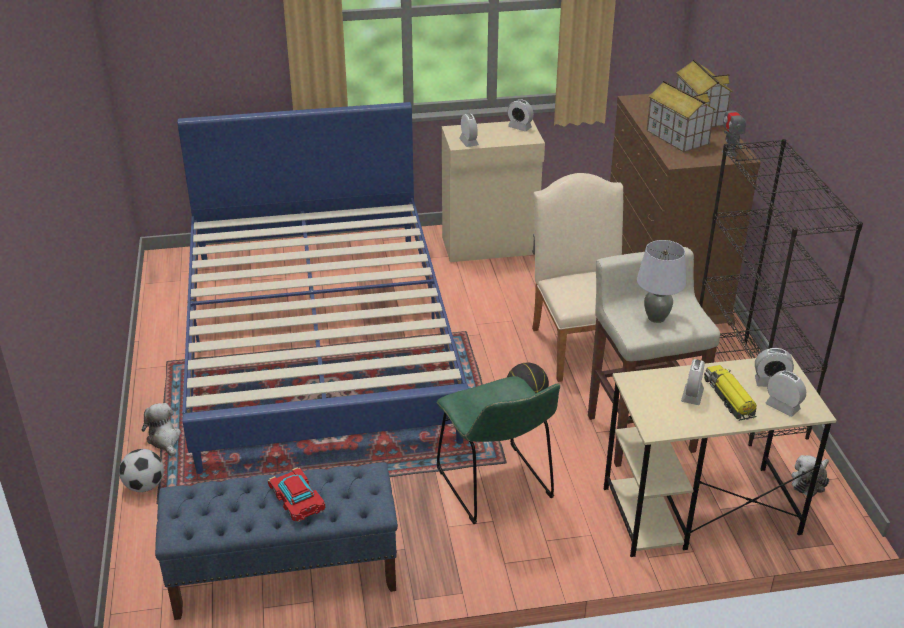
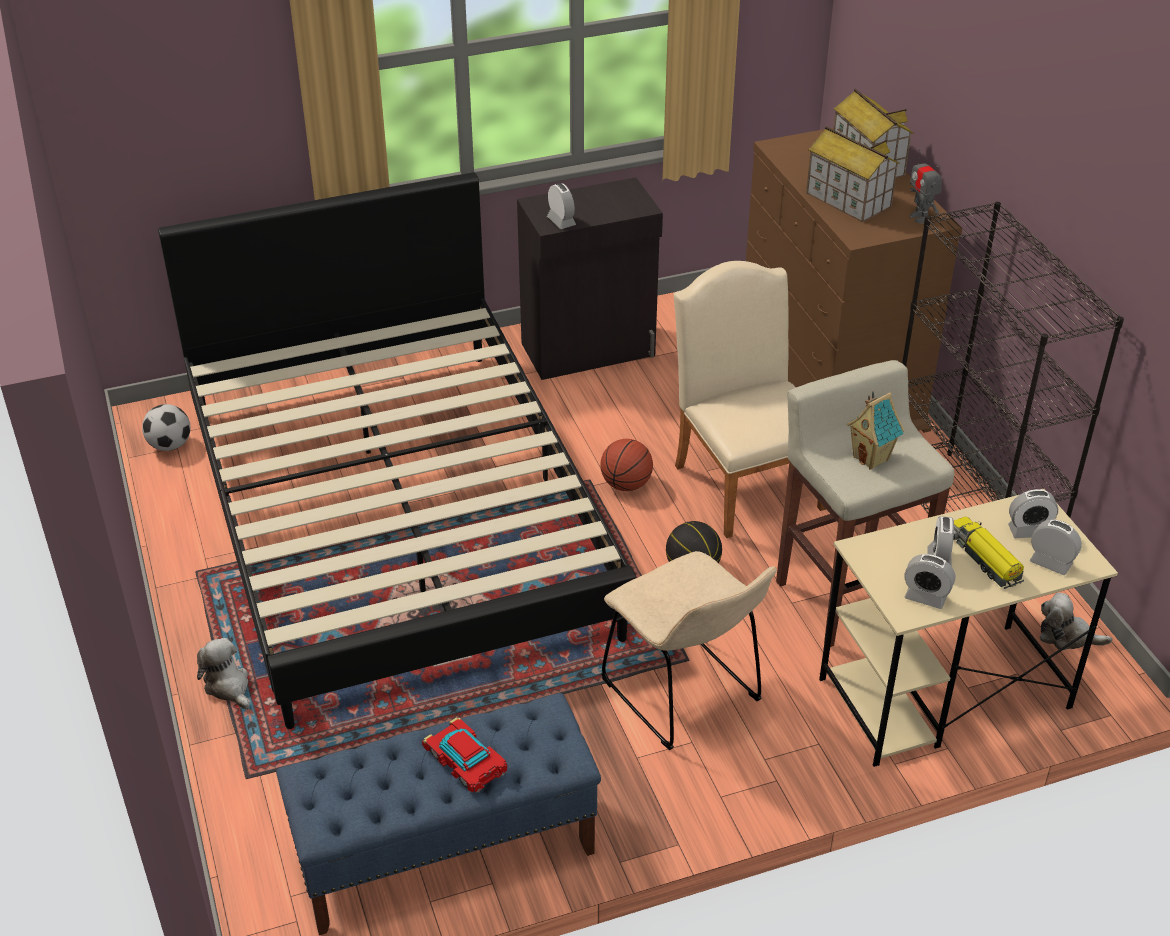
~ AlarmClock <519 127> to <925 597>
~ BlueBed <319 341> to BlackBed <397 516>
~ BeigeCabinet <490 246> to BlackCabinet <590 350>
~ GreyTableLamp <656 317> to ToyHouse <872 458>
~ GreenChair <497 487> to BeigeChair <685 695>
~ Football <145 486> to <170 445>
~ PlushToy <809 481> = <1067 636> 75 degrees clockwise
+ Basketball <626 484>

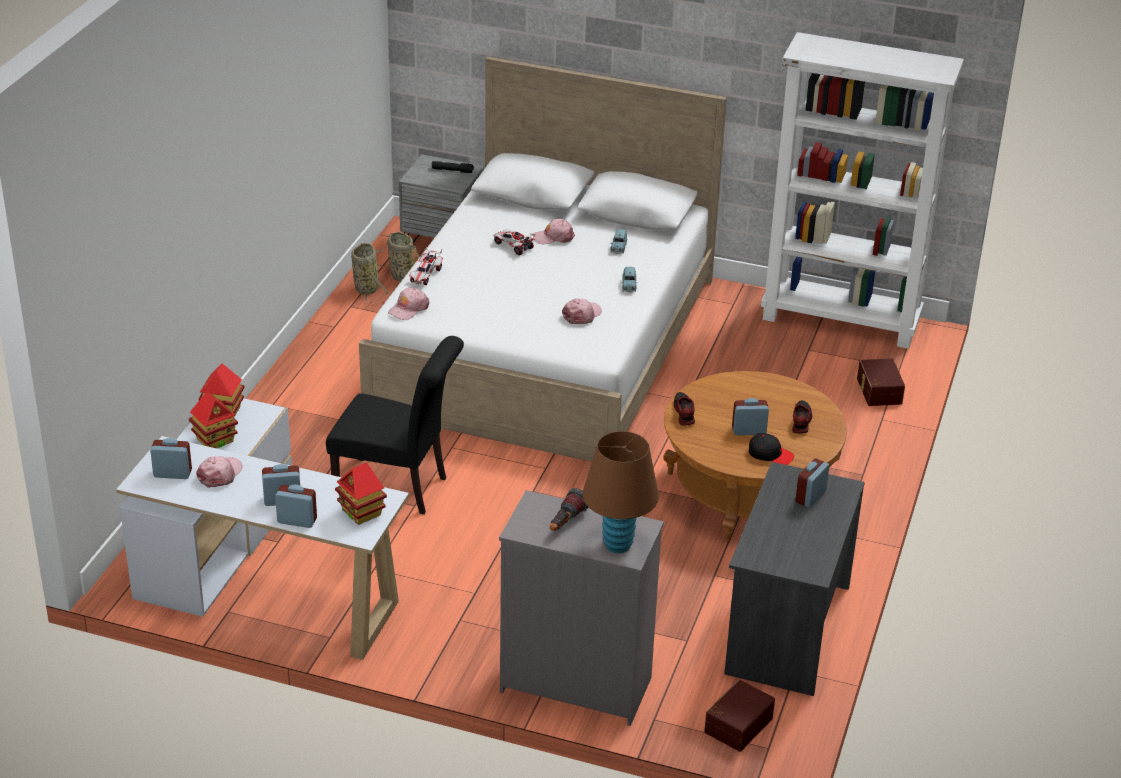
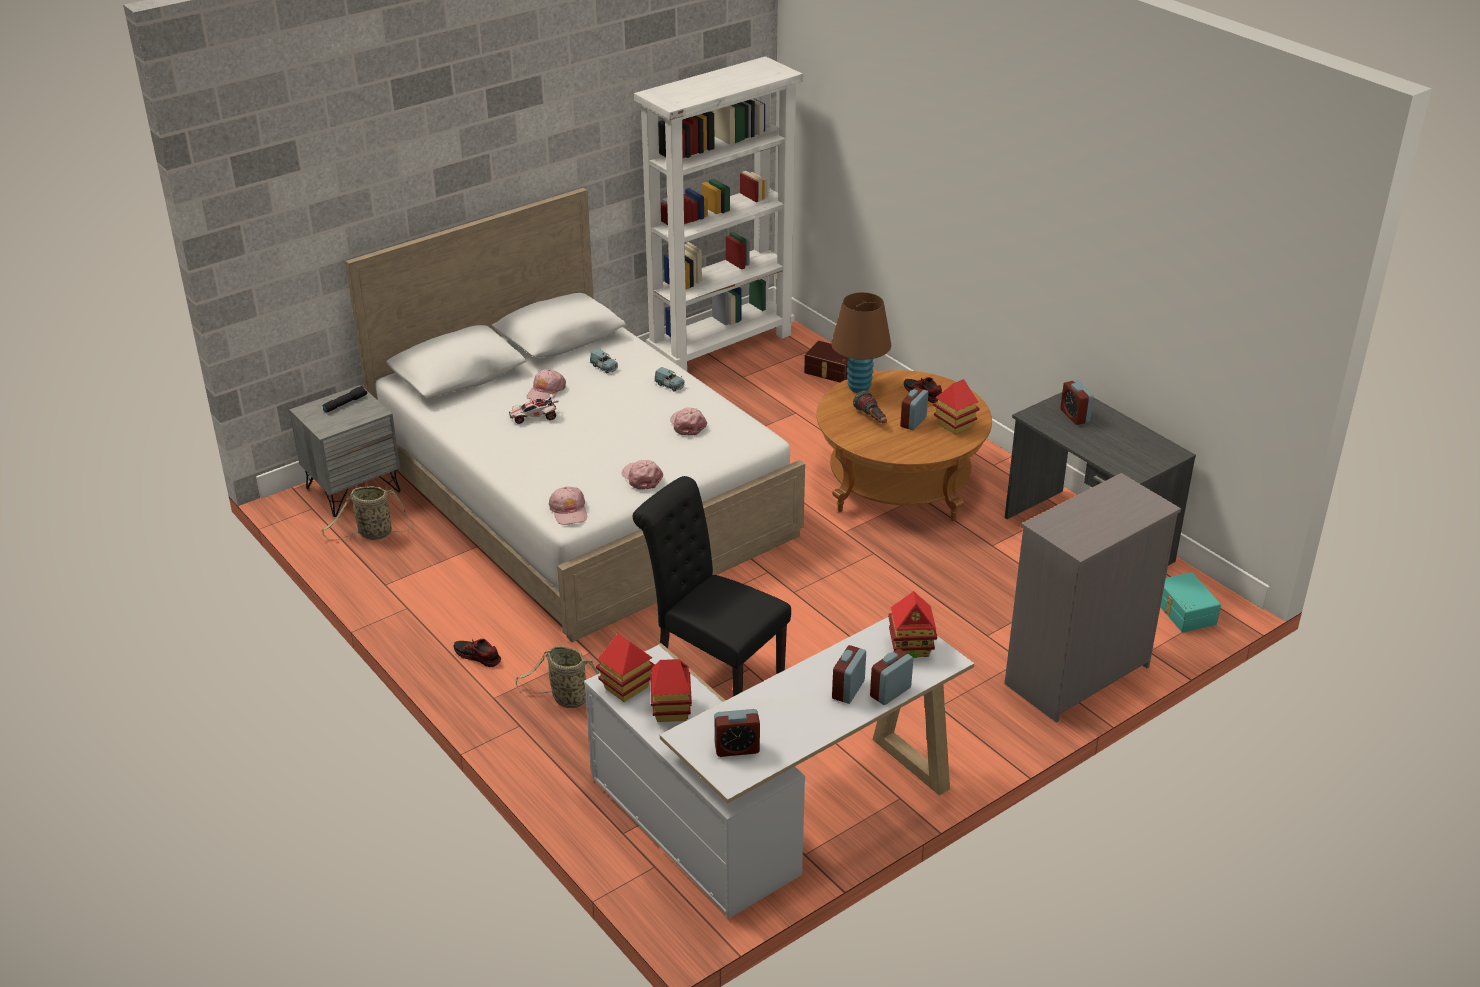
~ Basket <366 288> to <567 699>
- ToyCar <425 275>
~ BlackChair <398 487> = <712 668> 105 degrees counterclockwise
~ Shoe <683 413> to <477 657>
~ BrownTableLamp <618 545> to <859 387>
~ BlackCap <770 454> to ToyHouse <954 425>
~ AlarmClock <172 473> = <737 748> 135 degrees counterclockwise
~ PinkCap <220 474> to <642 478>
~ Flashlight <566 523> to <872 419>
~ BrownStorageBox <737 724> to TurquoiseStorageBox <1183 612>

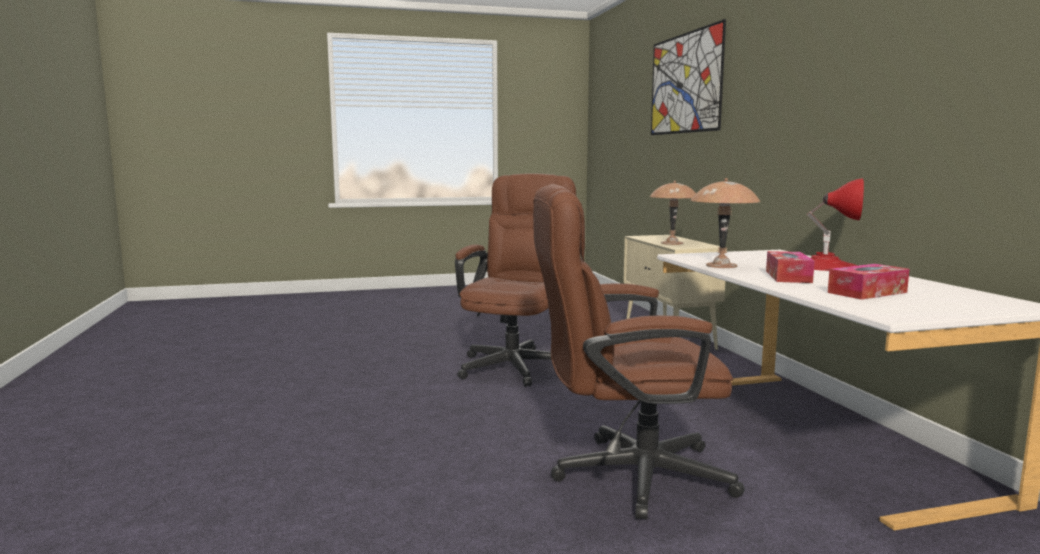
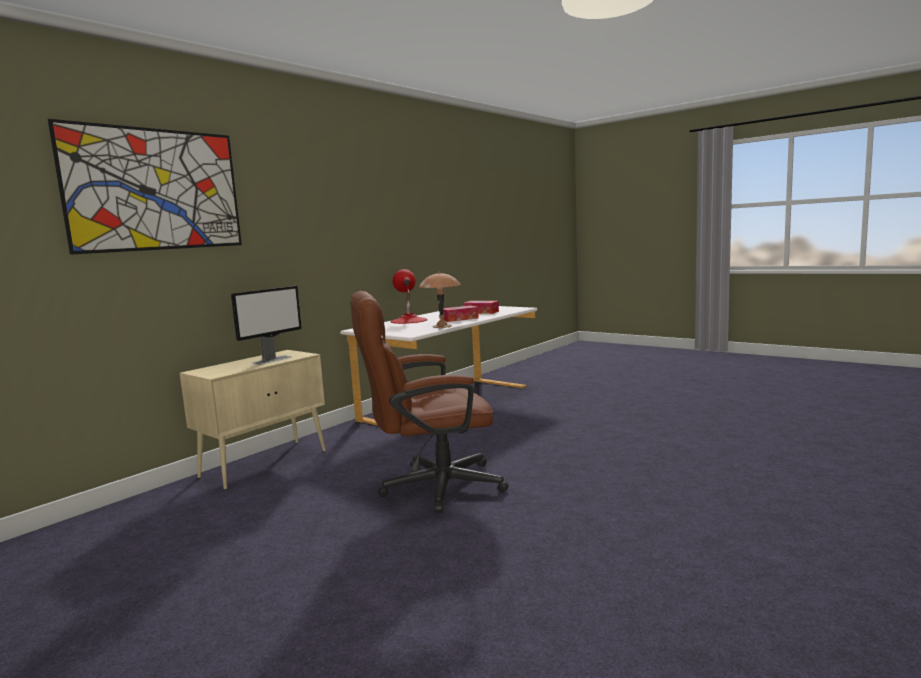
~ BrownTableLamp <672 243> to Monitor <272 360>
- BrownOfficeChair <625 475>

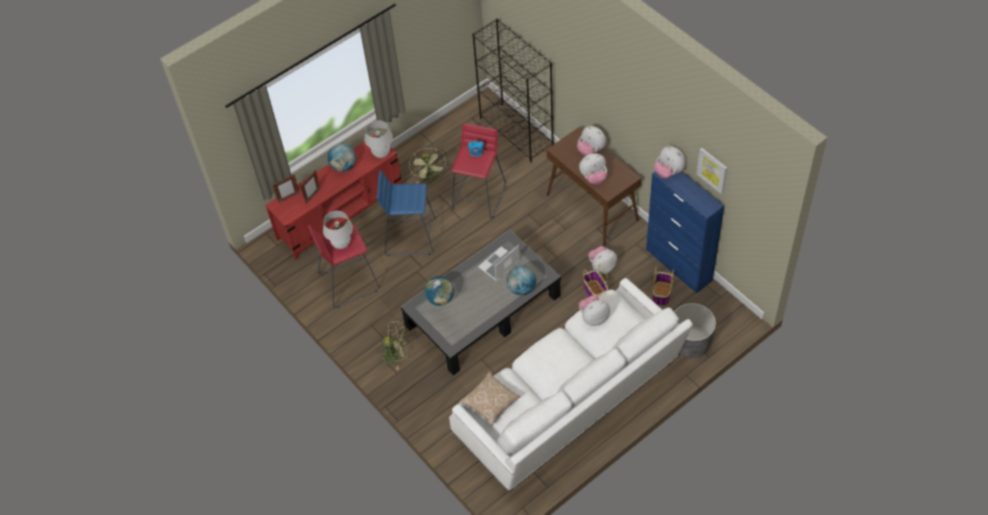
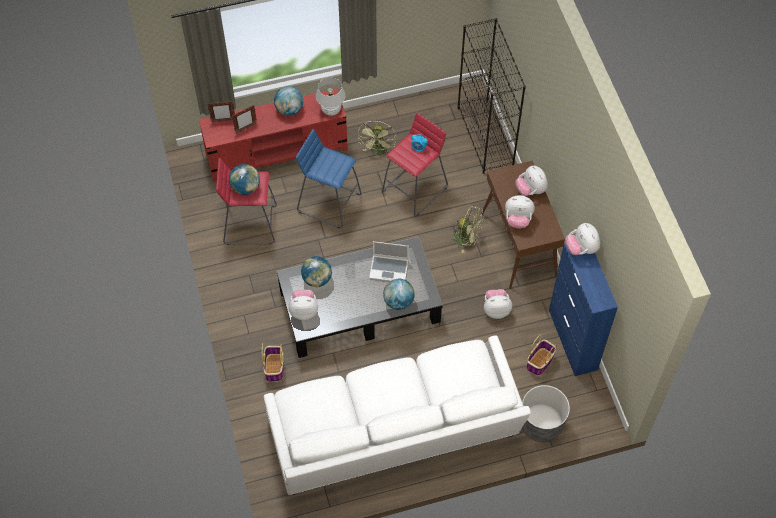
- Picture <712 170>
~ WhiteTableLamp <341 243> to Globe <246 187>
~ Laptop <499 265> = <389 268> 150 degrees counterclockwise
~ Basket <595 292> to <274 368>
~ PlushToy <593 317> to <304 310>
~ GreenFan <396 355> to <466 239>
- Pillow <490 403>

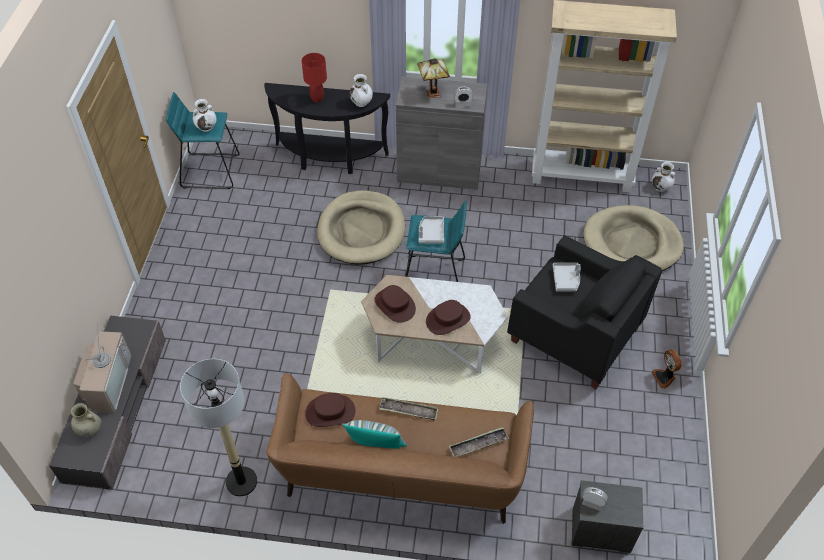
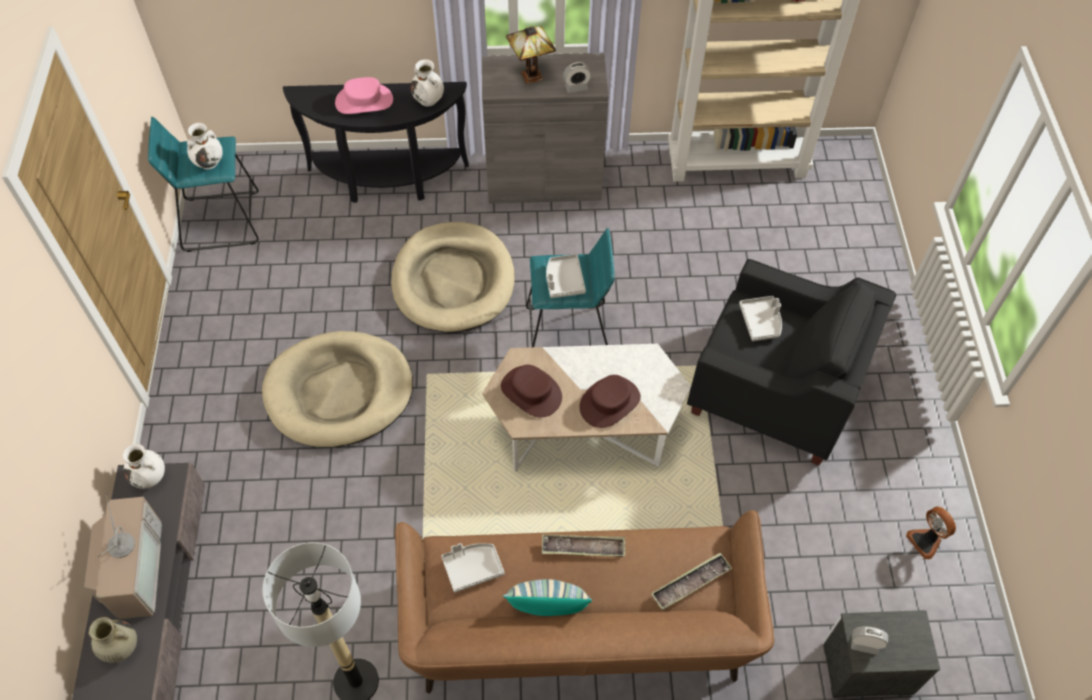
~ RedTableLamp <317 98> to PinkHat <364 101>
~ WhiteVase <661 187> to <150 477>
~ BeigeDogBed <631 243> to <339 392>
~ Fan <664 377> to <926 541>
~ BrownHat <330 412> to GreyTray <472 568>

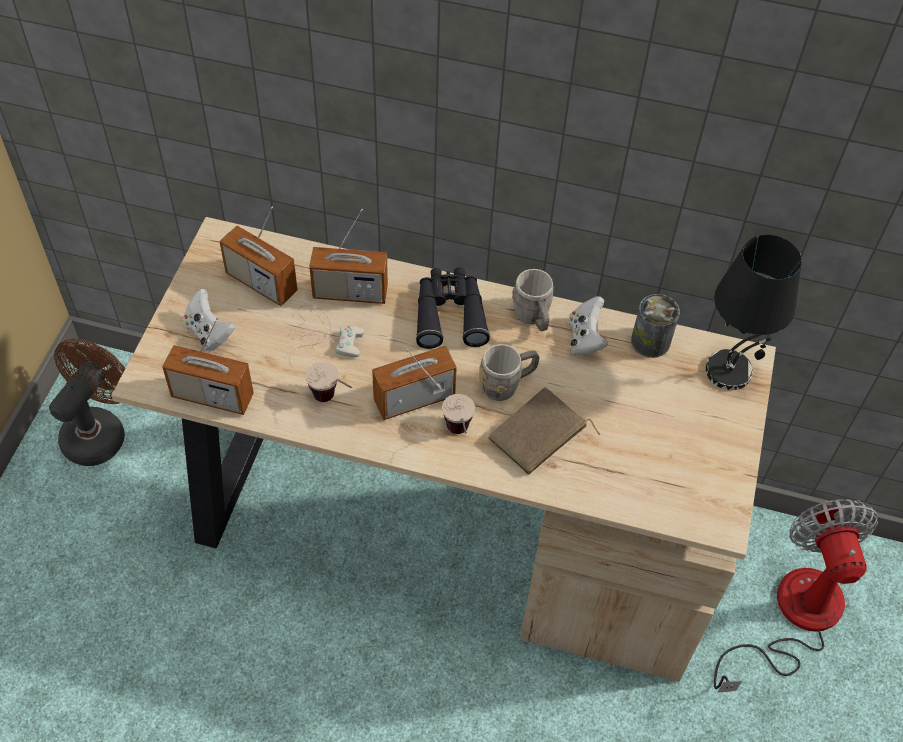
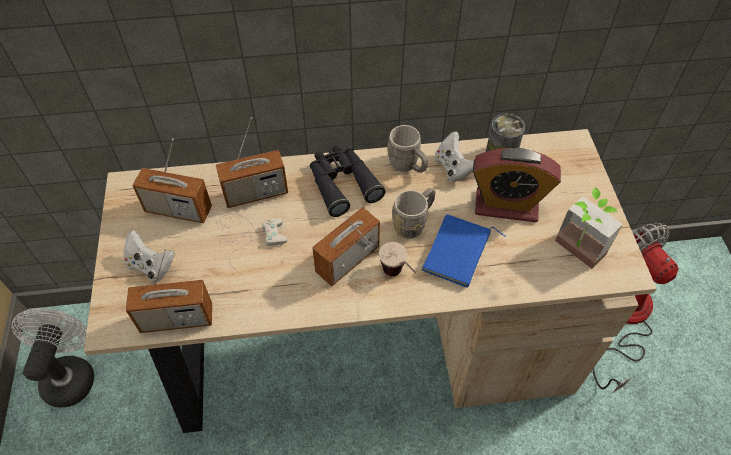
- BlackTableLamp <729 371>
~ BrownFan <99 431> to WhiteFan <71 374>
- Cup <333 401>
~ BrownBook <539 436> to BlueBook <458 254>
+ AlarmClock <506 206>
+ PottedPlant <574 253>

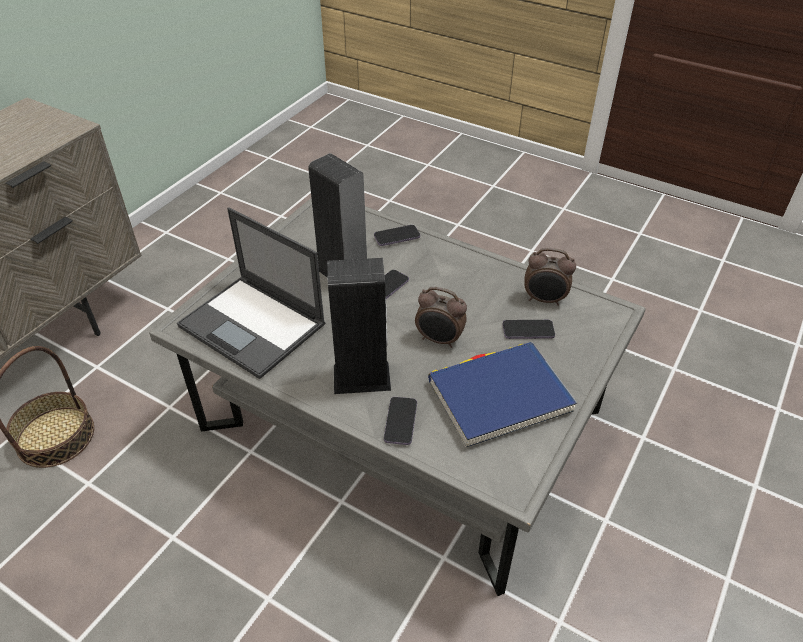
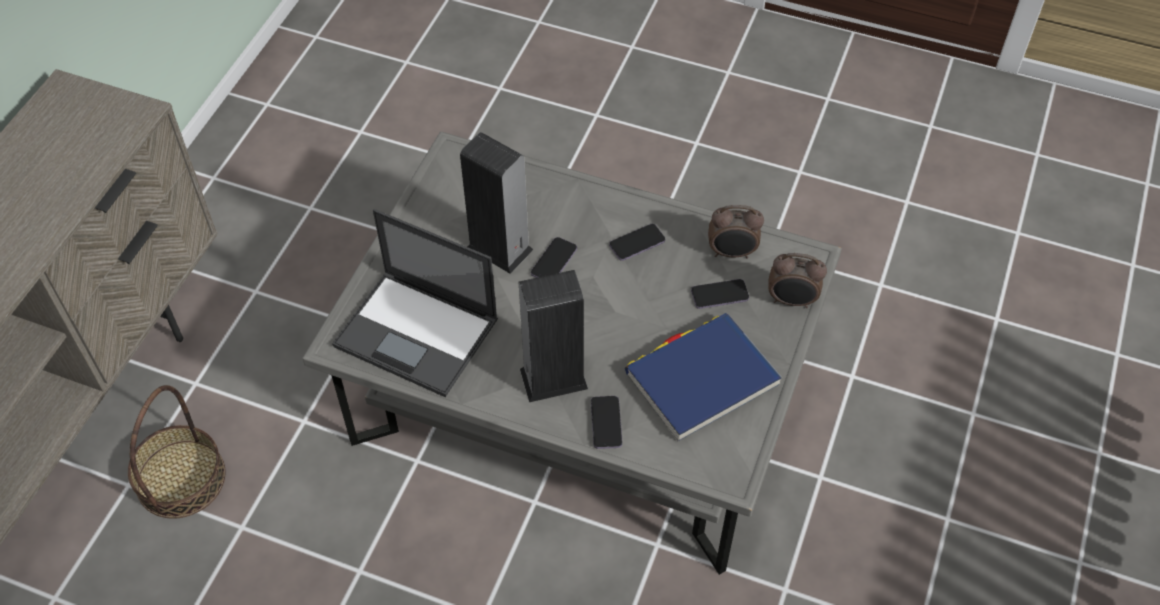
~ Phone <397 237> to <637 243>
~ AlarmClock <439 340> to <791 301>

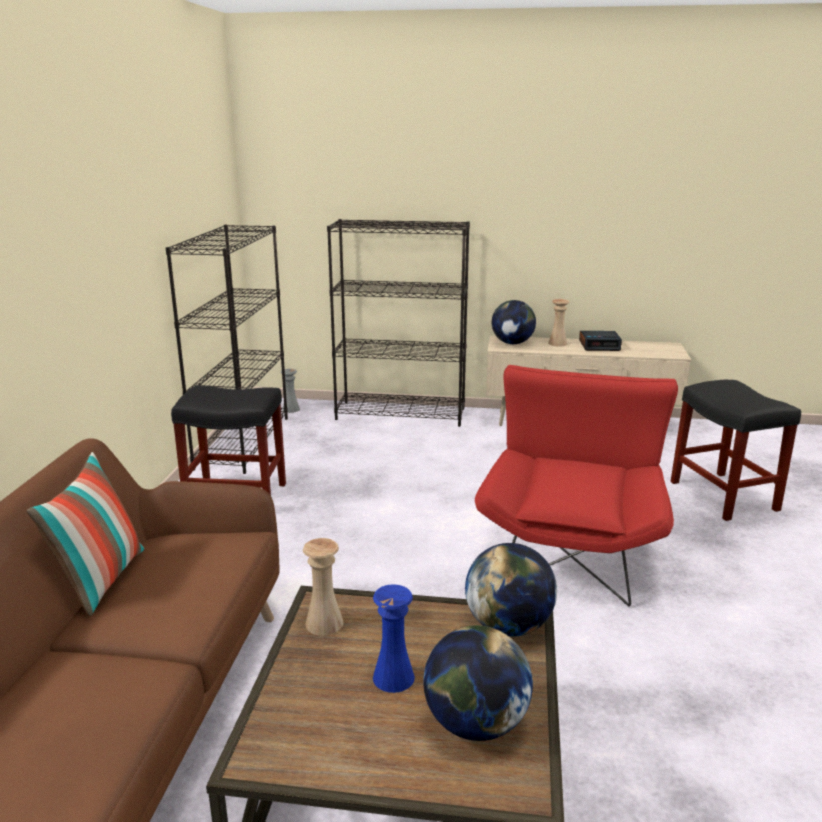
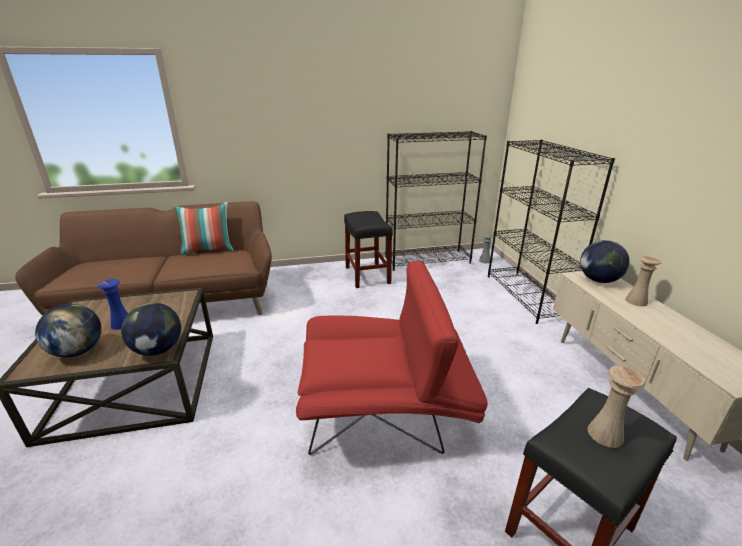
- AlarmClock <599 345>
~ BeigeVase <324 623> to <605 434>

